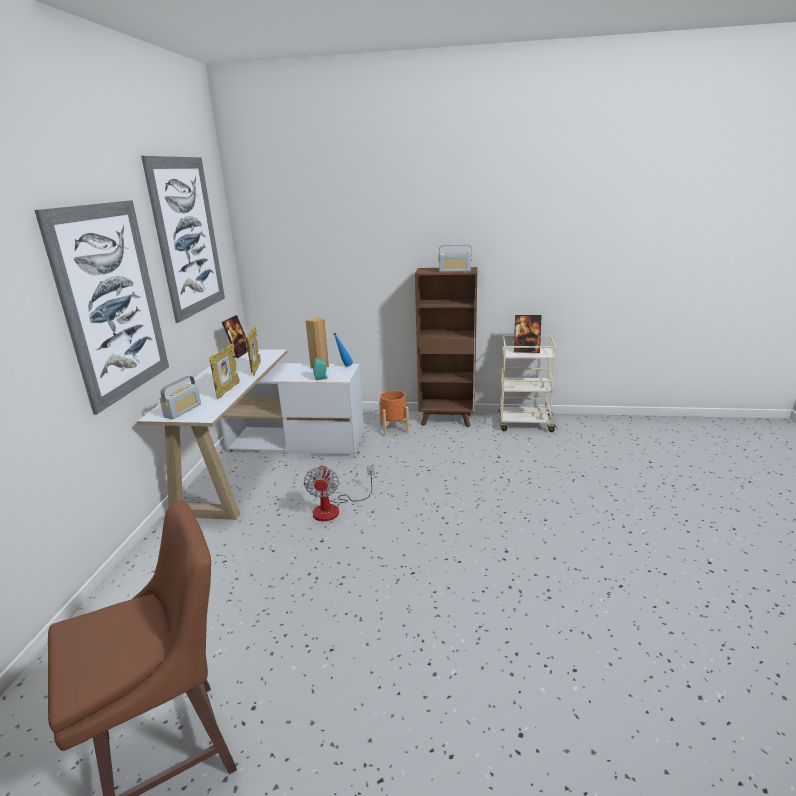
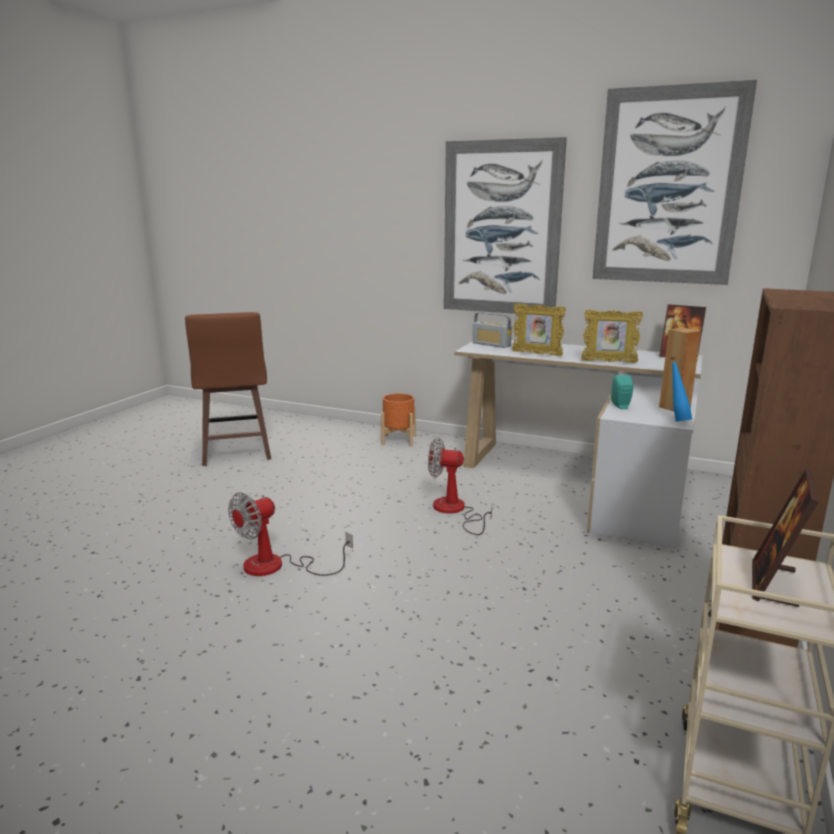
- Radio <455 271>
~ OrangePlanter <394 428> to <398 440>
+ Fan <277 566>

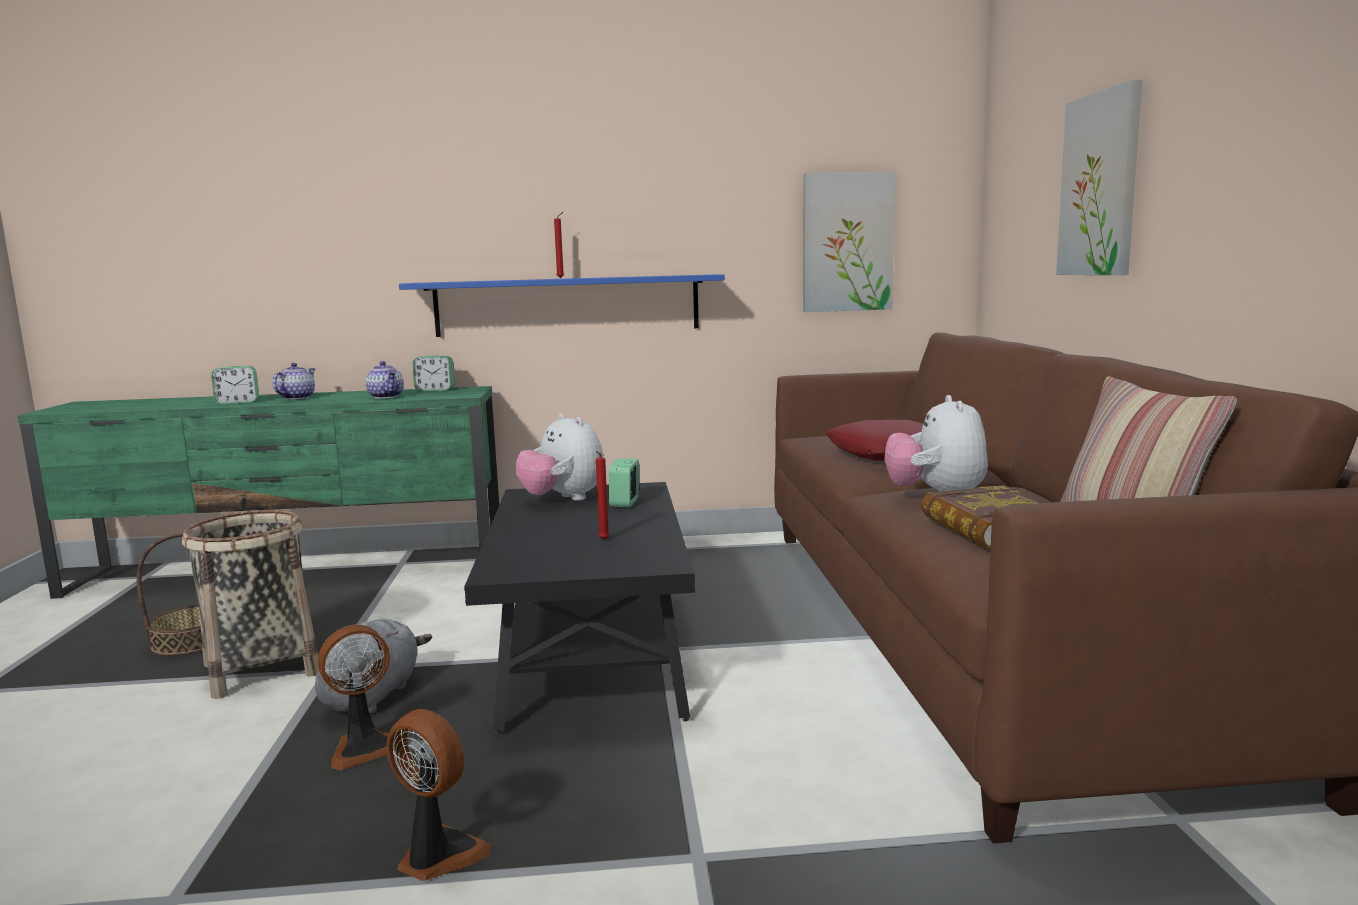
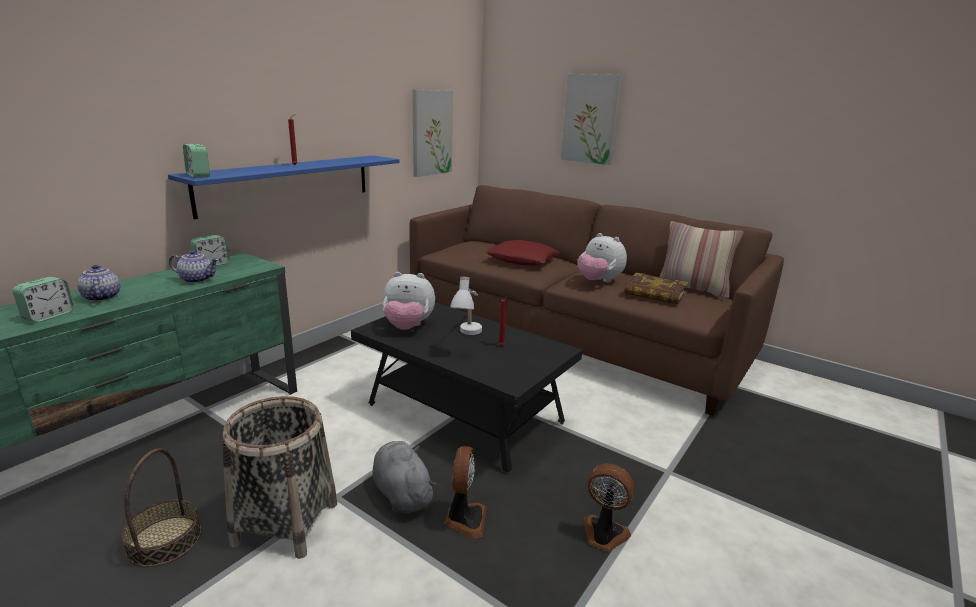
~ AlarmClock <625 502> to <198 175>
~ Fan <438 856> = <603 535> 45 degrees clockwise
+ WhiteTableLamp <468 337>

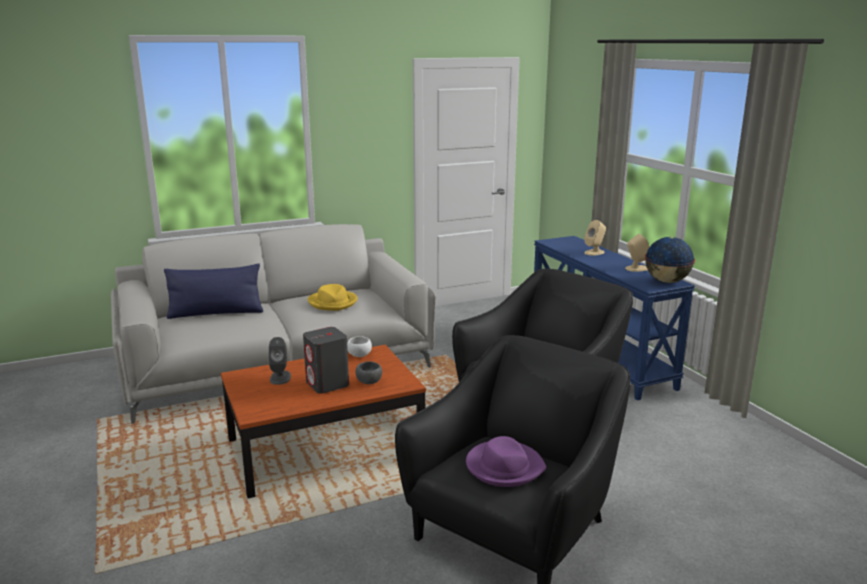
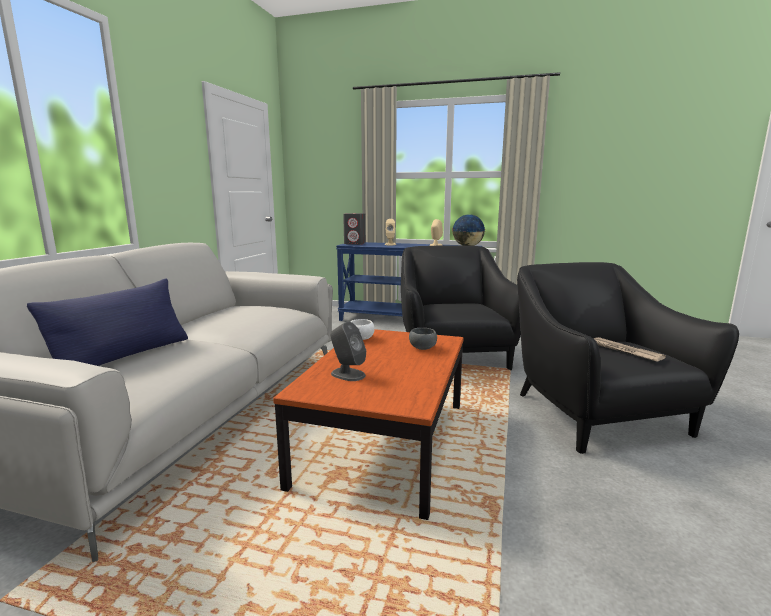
- YellowHat <333 302>
~ GreySpeaker <327 384> to <355 243>
~ PurpleHat <504 467> to Newspaper <624 351>

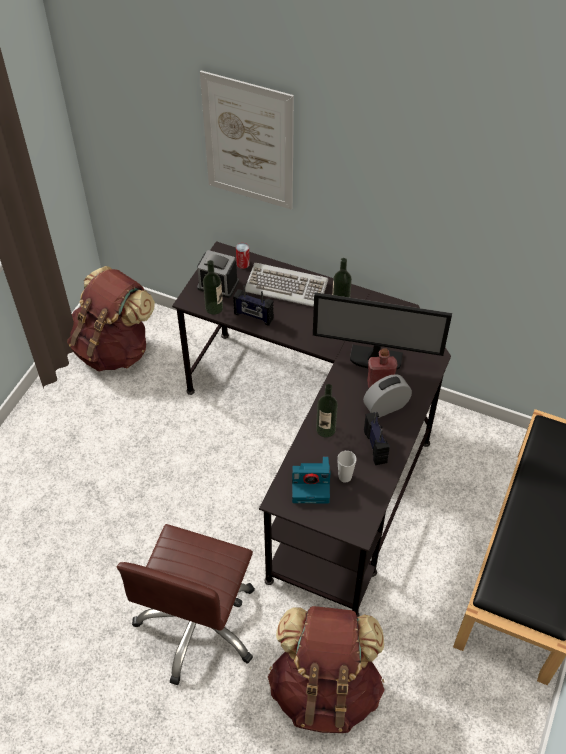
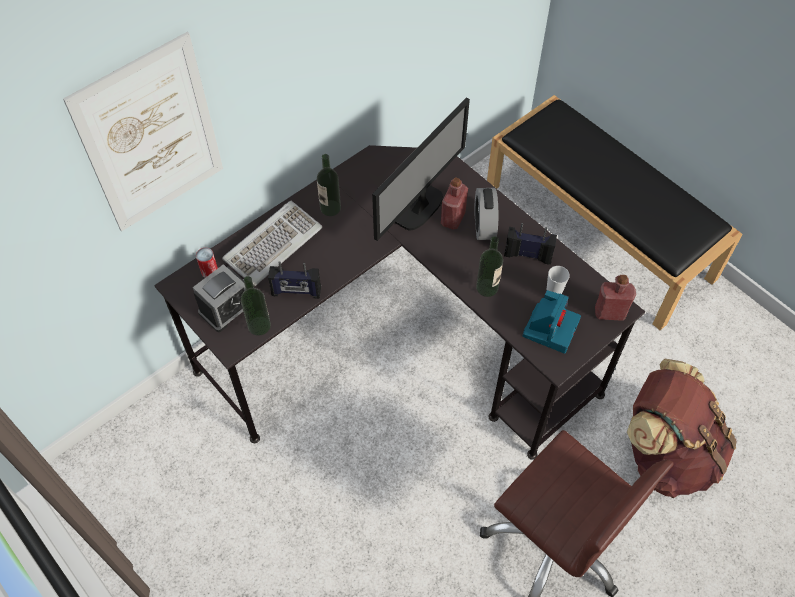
- BrownBackpack <114 348>
~ Radio <253 316> = <296 292> 45 degrees clockwise
+ RedBottle <609 313>

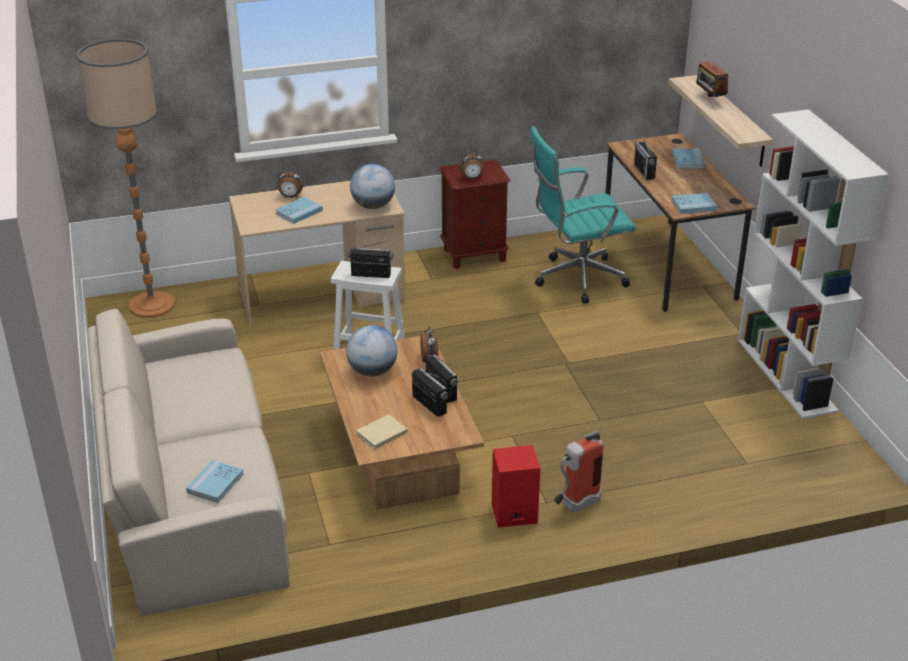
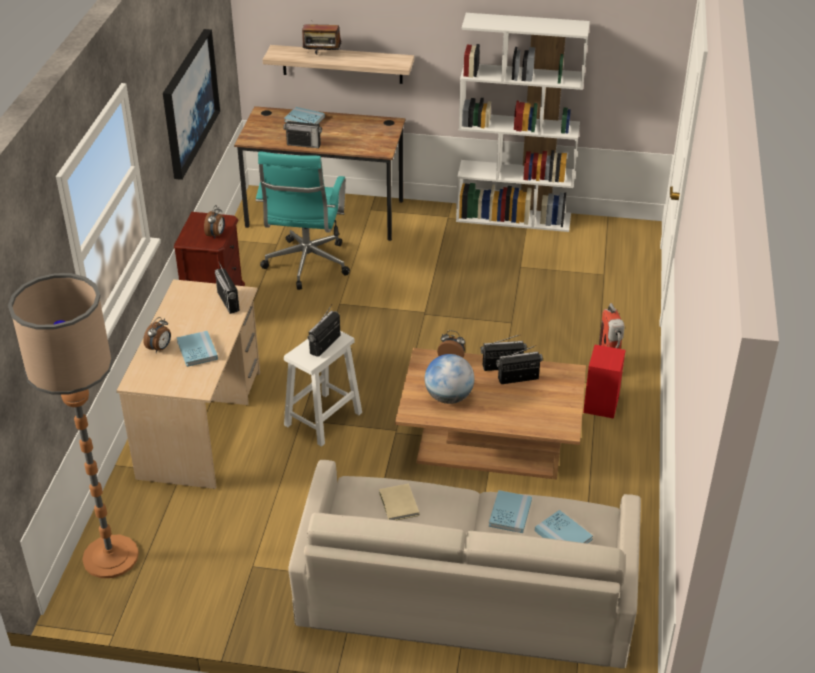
~ Globe <373 206> to Radio <228 301>
~ BlueBook <693 205> to <510 513>
~ BeigeBook <380 433> to <398 505>
+ Picture <189 102>

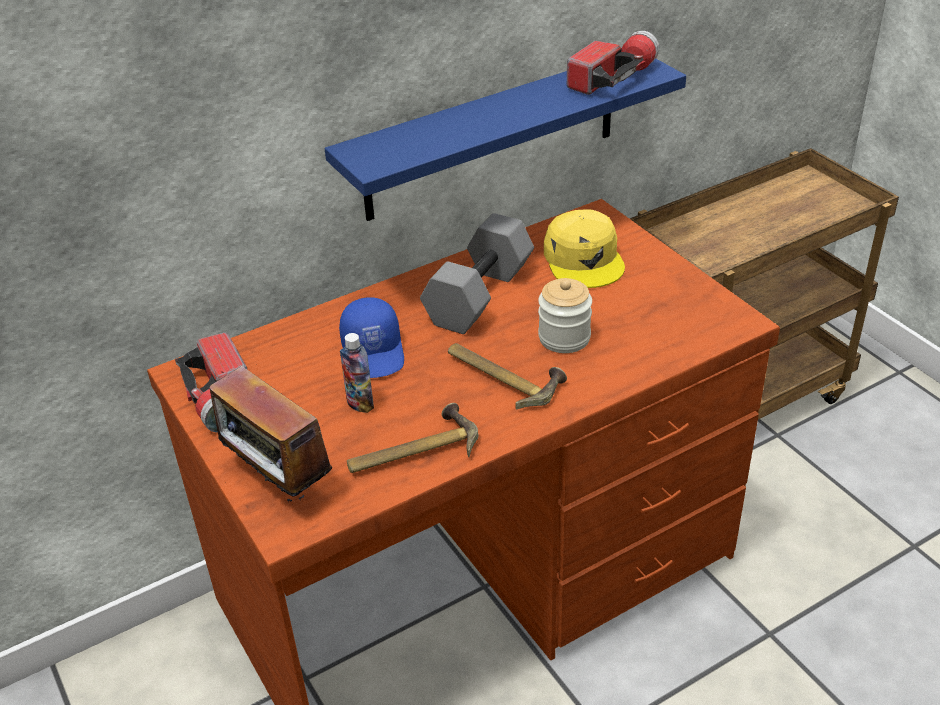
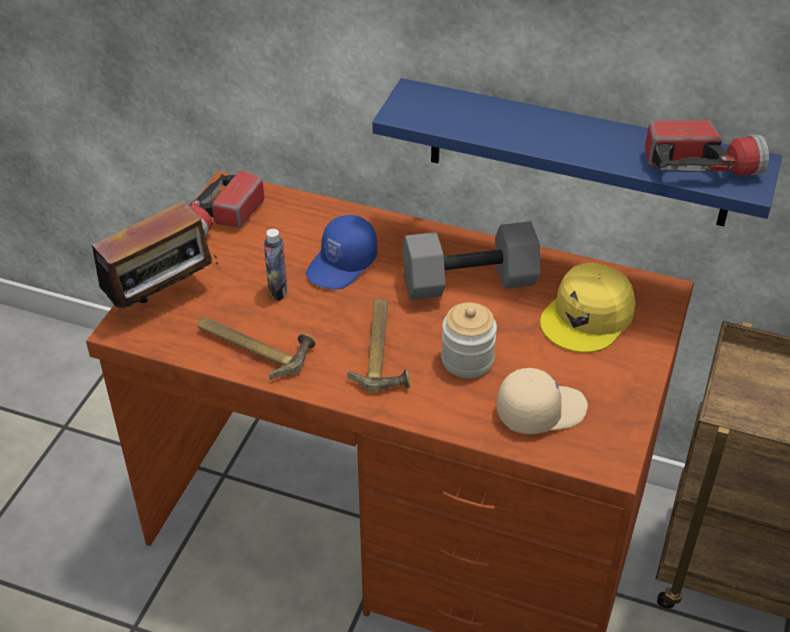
~ Radio <278 483> = <163 299> 135 degrees counterclockwise
+ BeigeCap <540 410>

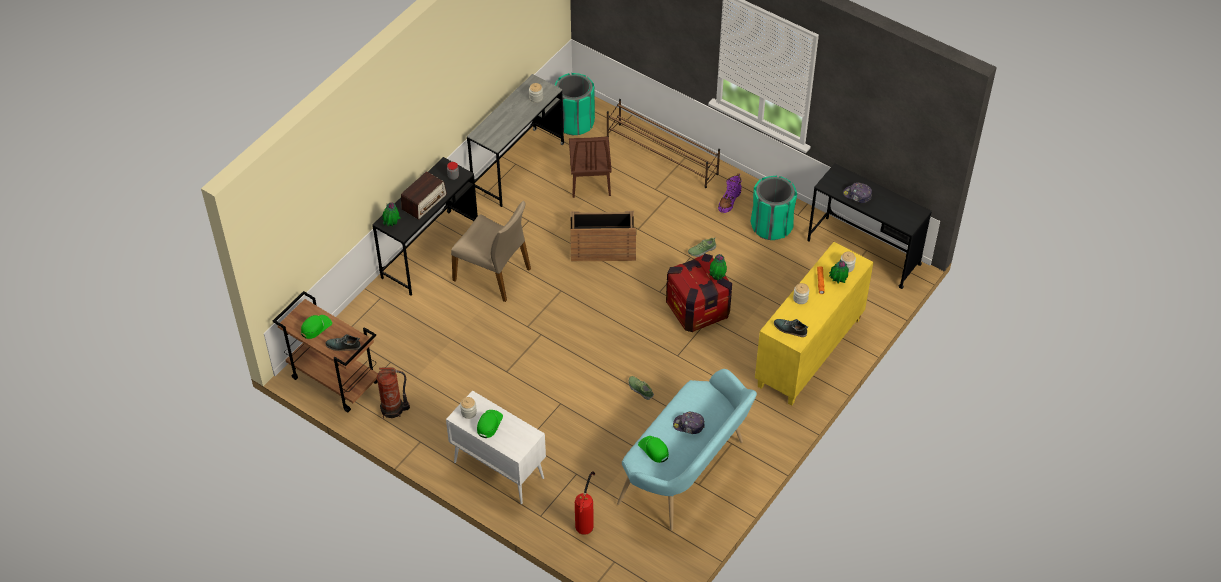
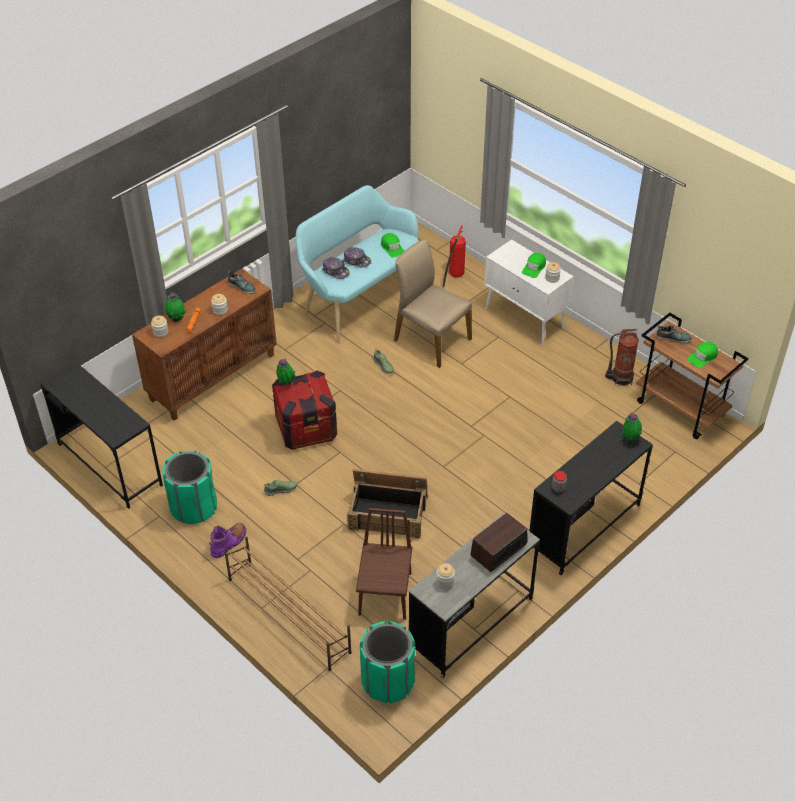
~ Radio <424 202> to <498 550>
~ Cap <857 195> to <336 271>
~ BeigeChair <493 274> to <431 339>
~ YellowCabinet <809 353> to BrownCabinet <213 376>

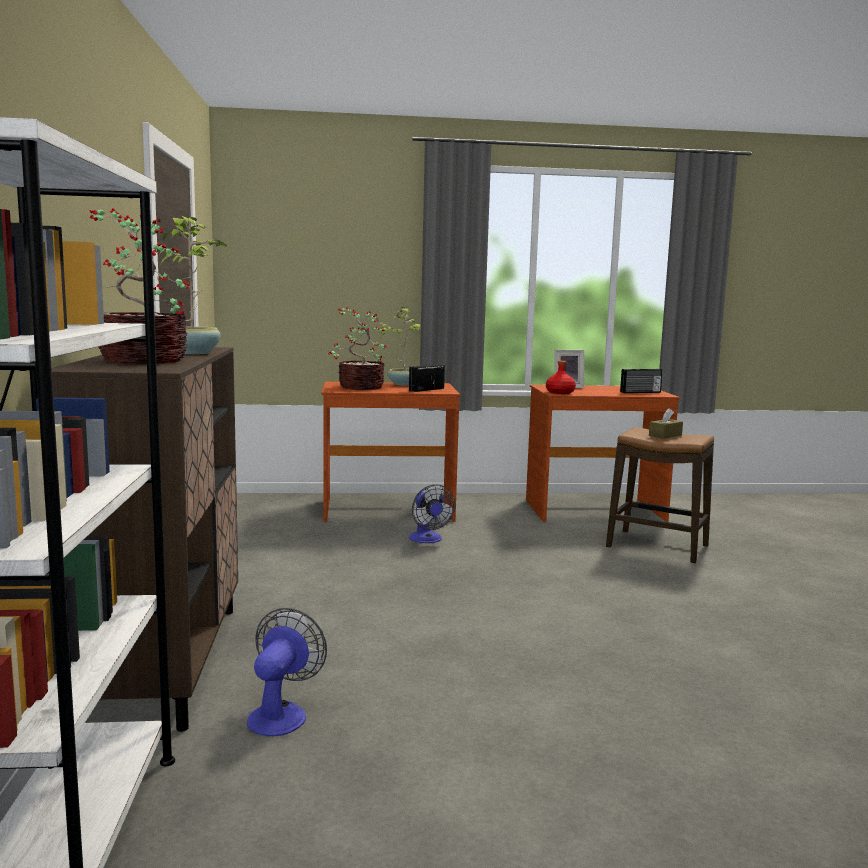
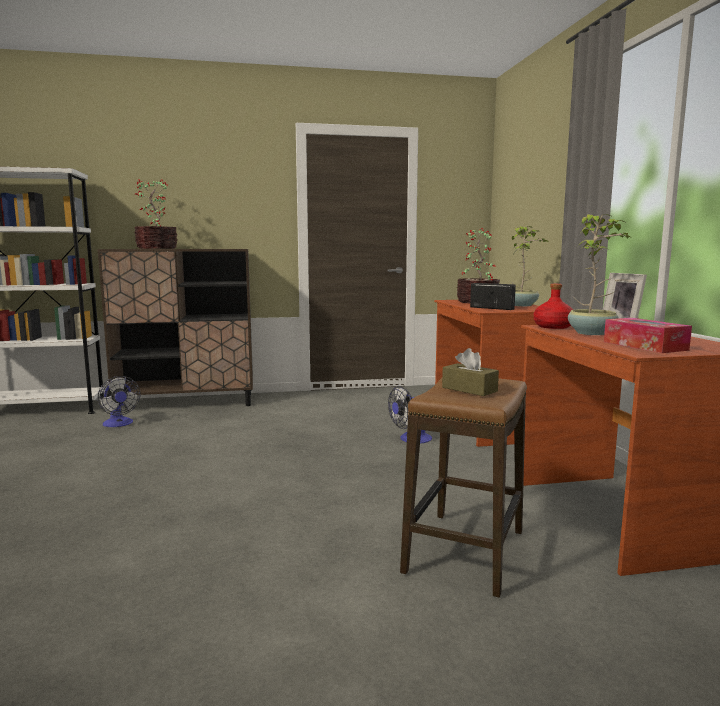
~ PottedPlant <194 352> to <592 333>
~ Radio <641 392> to TissueBox <644 346>
~ Fan <281 713> = <119 424> 45 degrees clockwise

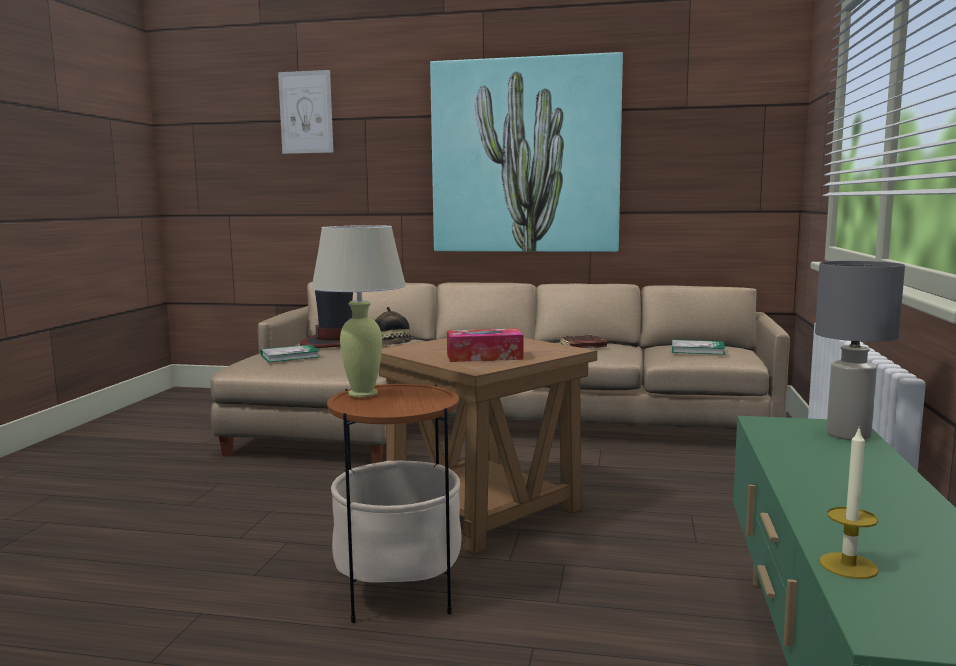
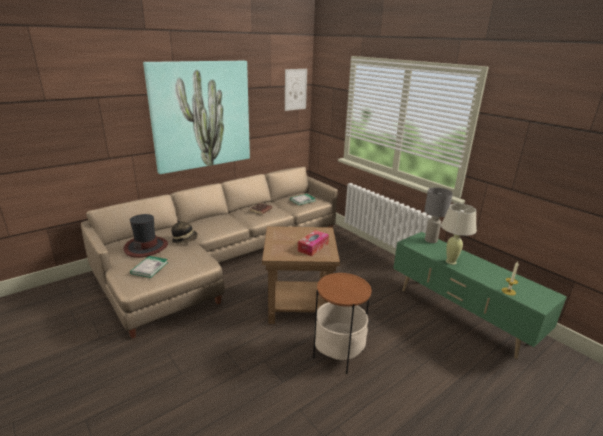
~ Picture <306 112> to <295 89>
~ BeigeTableLamp <363 393> to <450 261>

